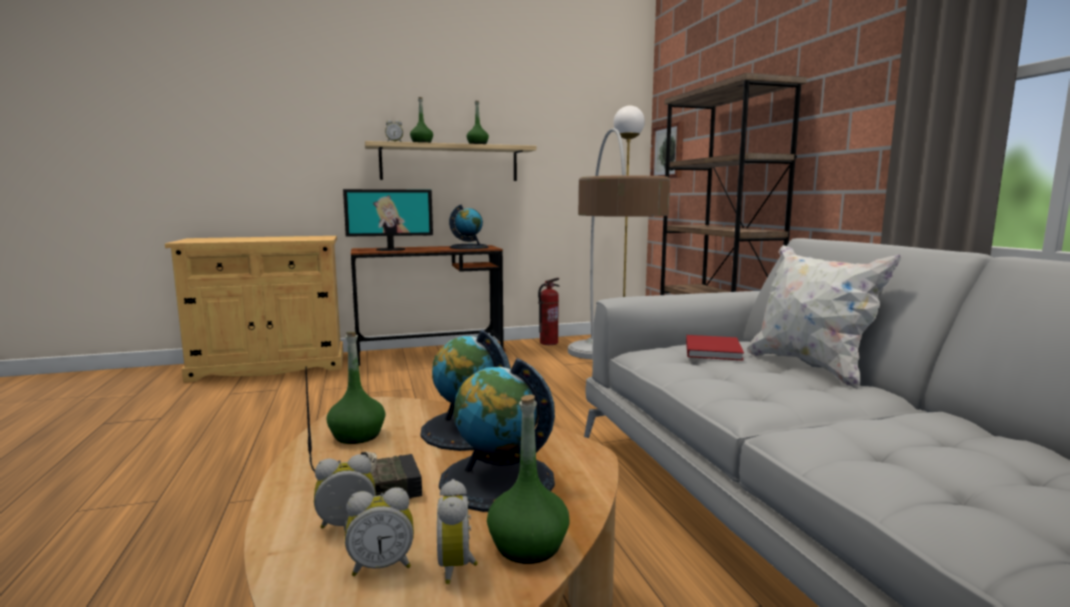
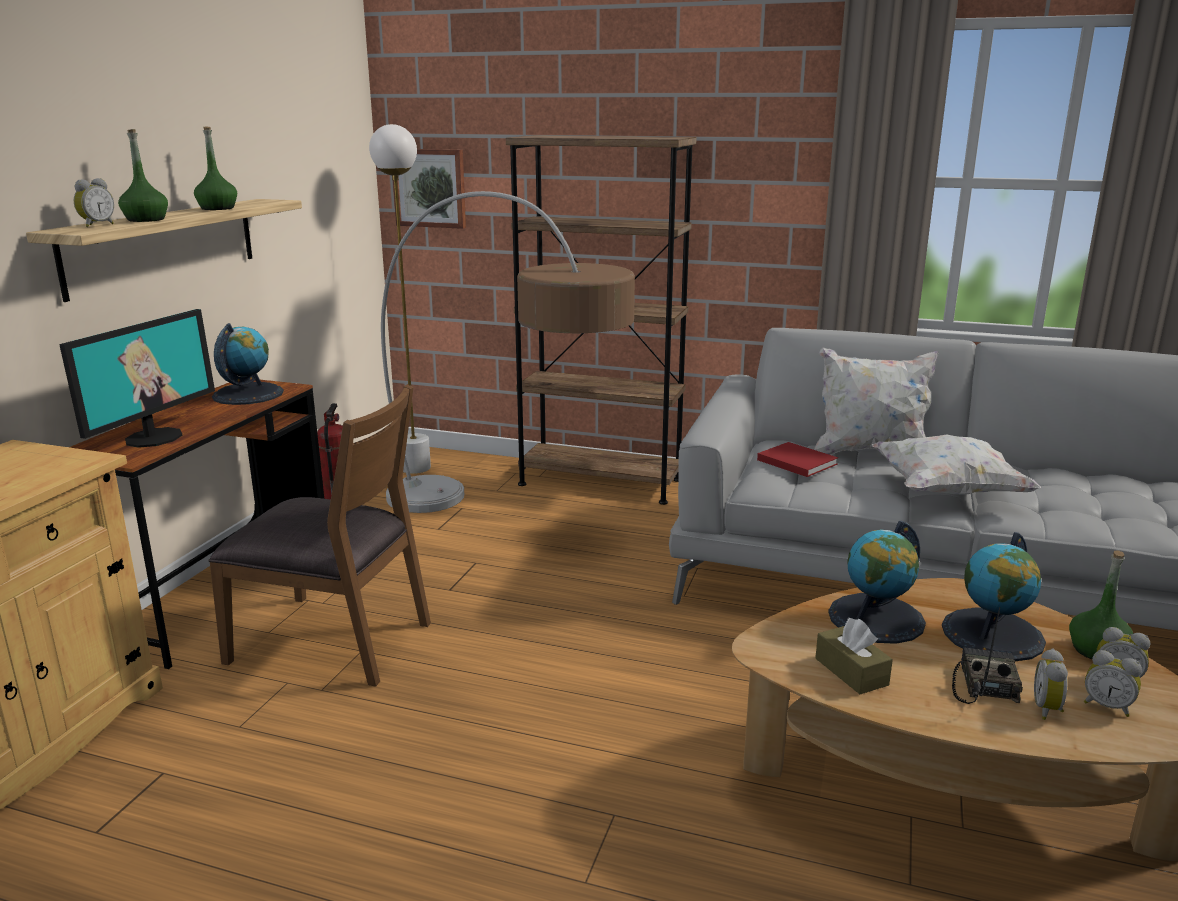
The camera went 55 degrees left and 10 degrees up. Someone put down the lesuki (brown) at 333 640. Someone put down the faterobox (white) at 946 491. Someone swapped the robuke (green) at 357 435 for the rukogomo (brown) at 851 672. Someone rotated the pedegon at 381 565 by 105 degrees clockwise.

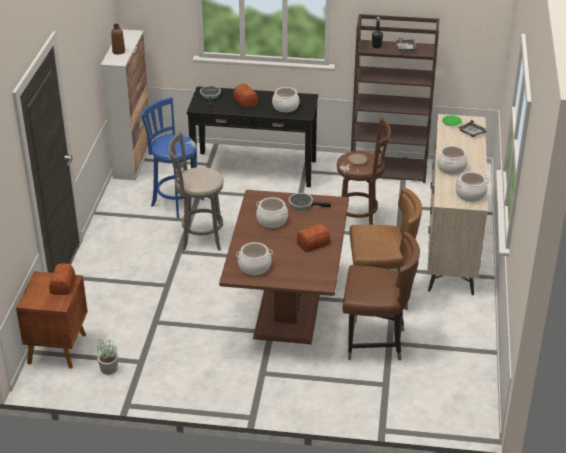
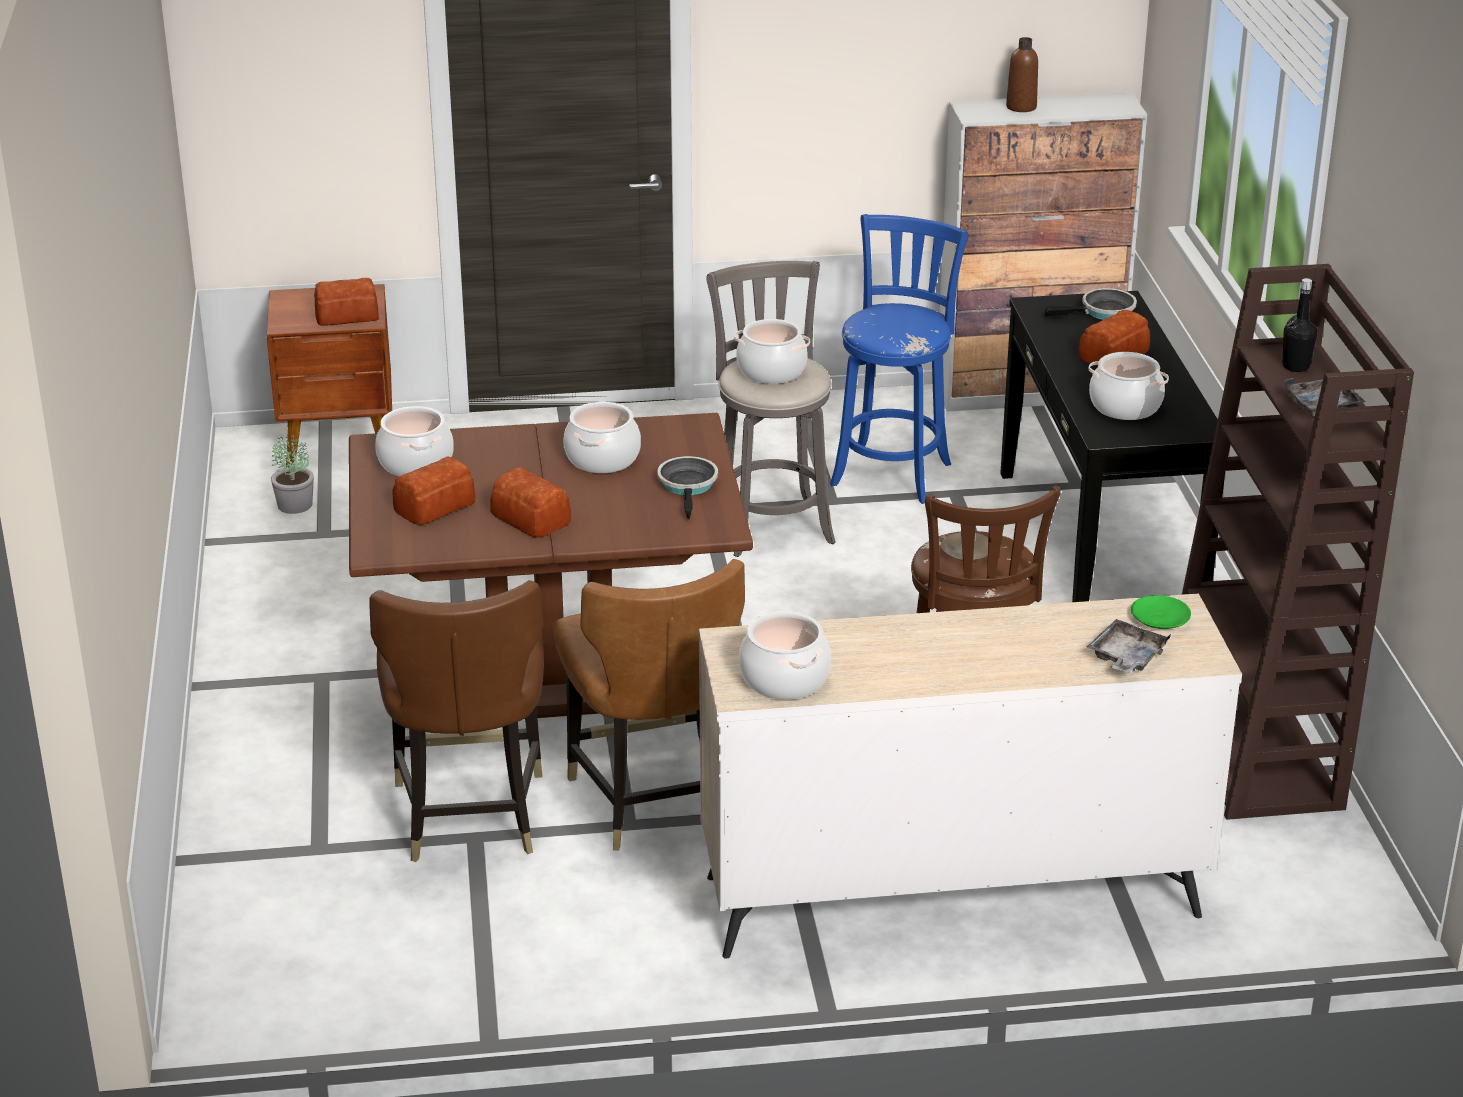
The camera went 75 degrees right and 5 degrees down. Someone put down the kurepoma at 436 506. Someone carried the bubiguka from 451 168 to 771 371.

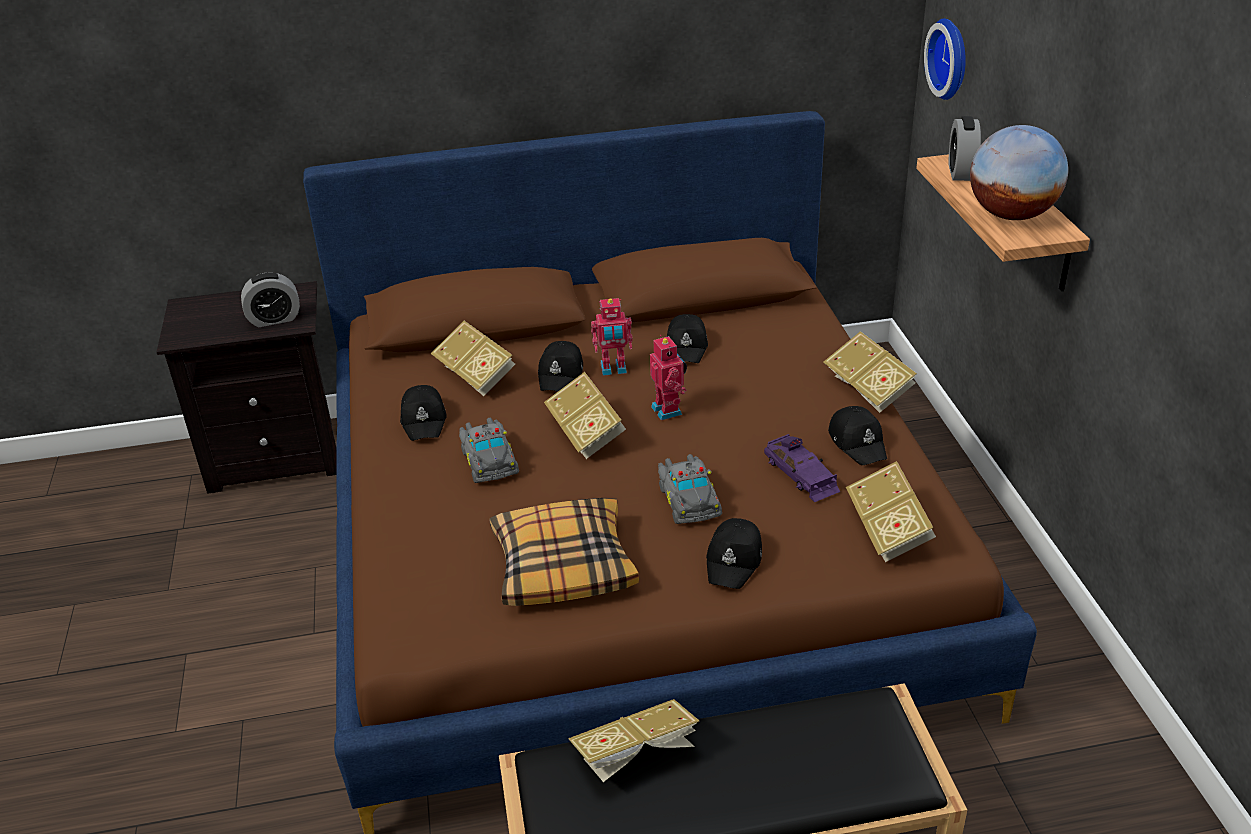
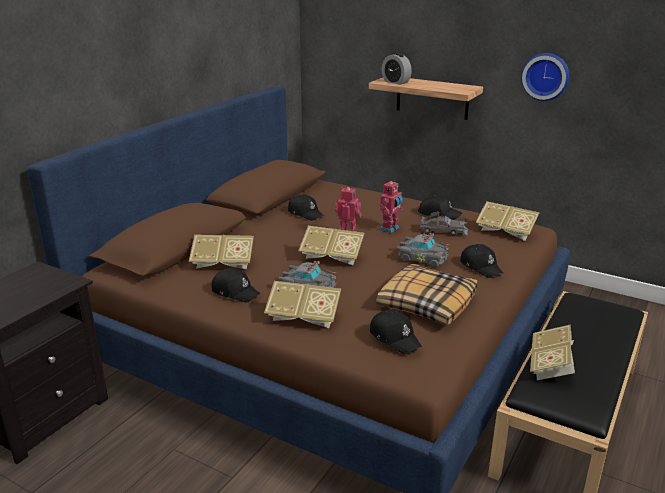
The camera went 50 degrees left and 10 degrees down. Someone took away the pedegon at 274 319. Someone took away the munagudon at 1011 215. Someone carried the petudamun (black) from 561 374 to 395 337. Someone carried the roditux from 613 369 to 390 229. Someone carried the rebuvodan from 869 389 to 303 318. Someone carried the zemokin from 951 58 to 545 76. Someone repainted the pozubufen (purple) at 801 474, which became the pozubufen (grey) at 443 231.

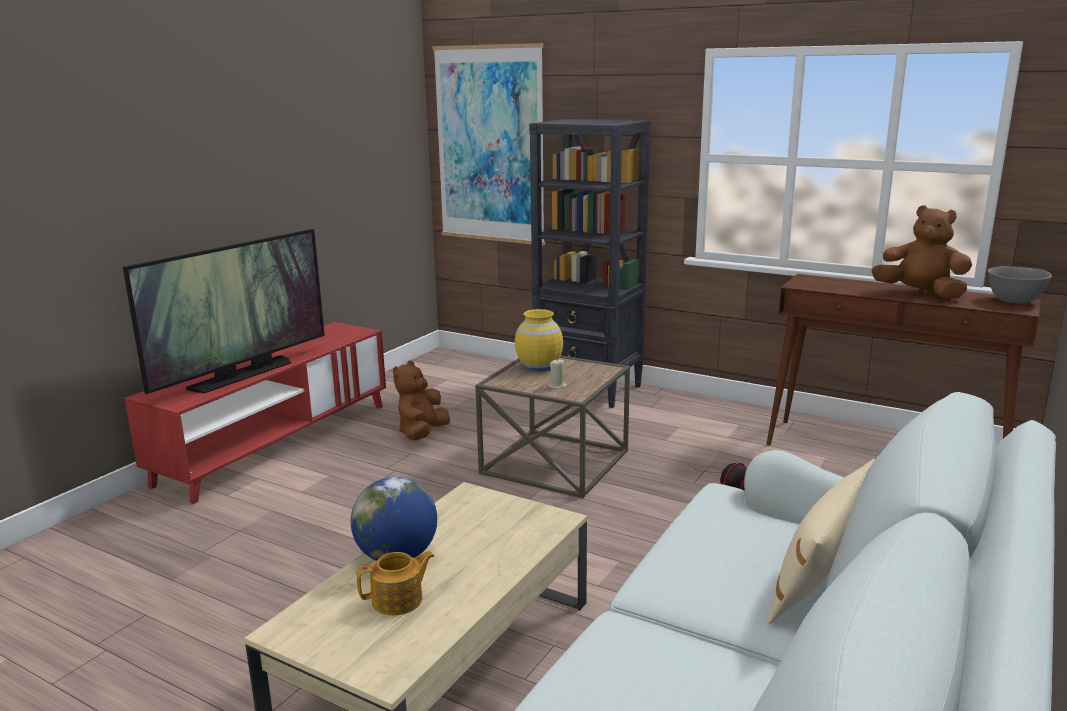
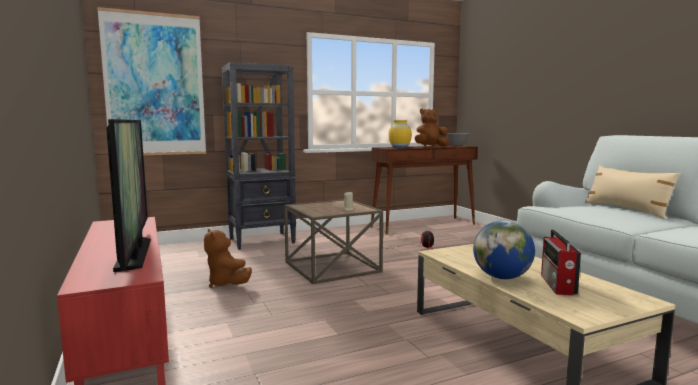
The camera went 55 degrees left and 10 degrees down. Someone carried the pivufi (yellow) from 538 366 to 399 147. Someone swapped the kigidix at 398 600 for the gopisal at 557 285.

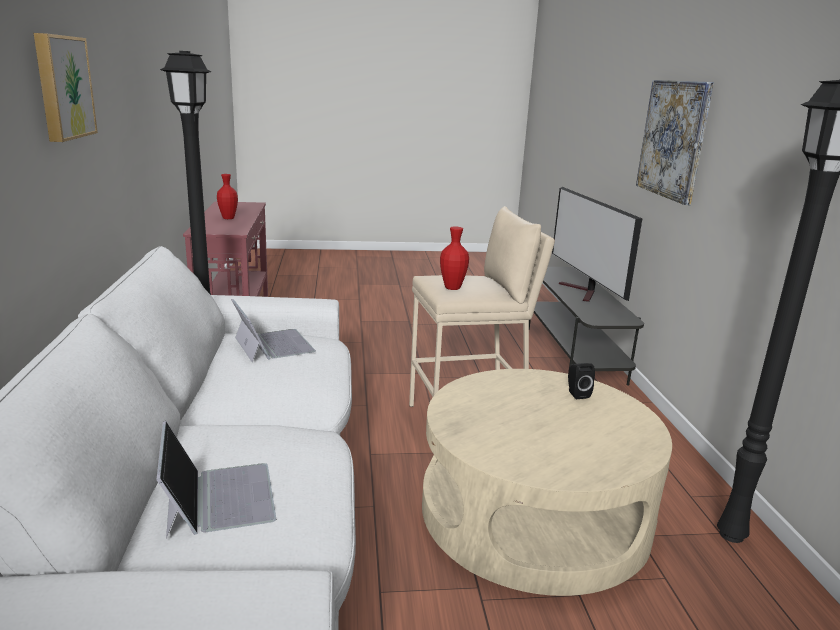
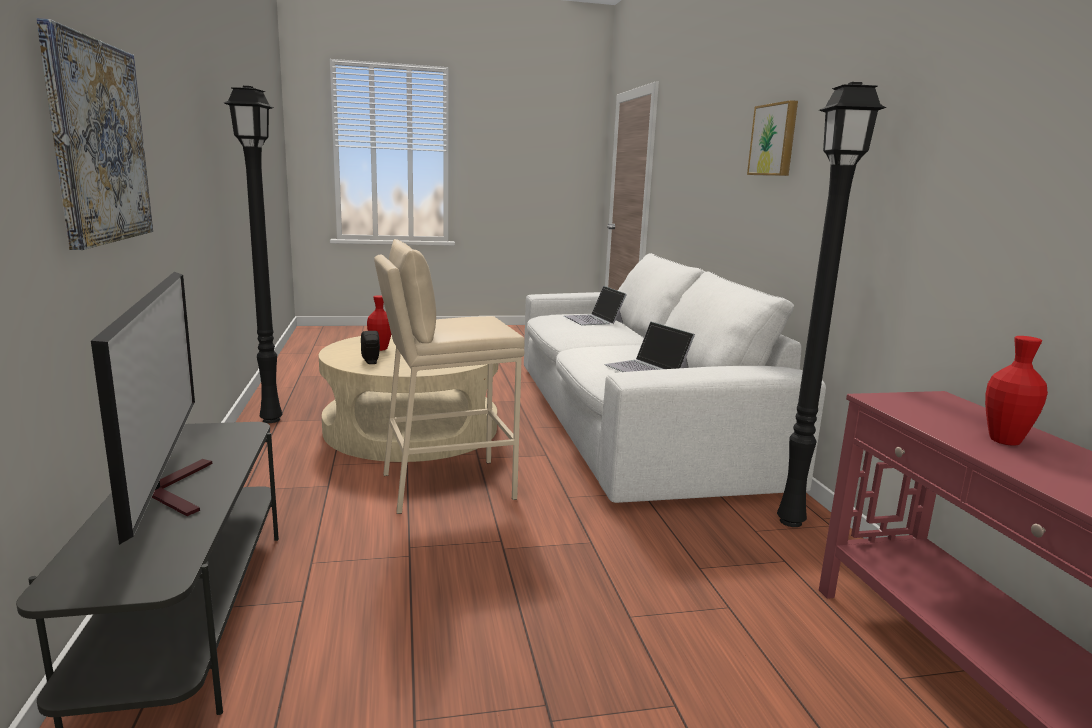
The camera went 175 degrees right and 5 degrees down. Someone carried the pivufi (red) from 452 288 to 380 349.

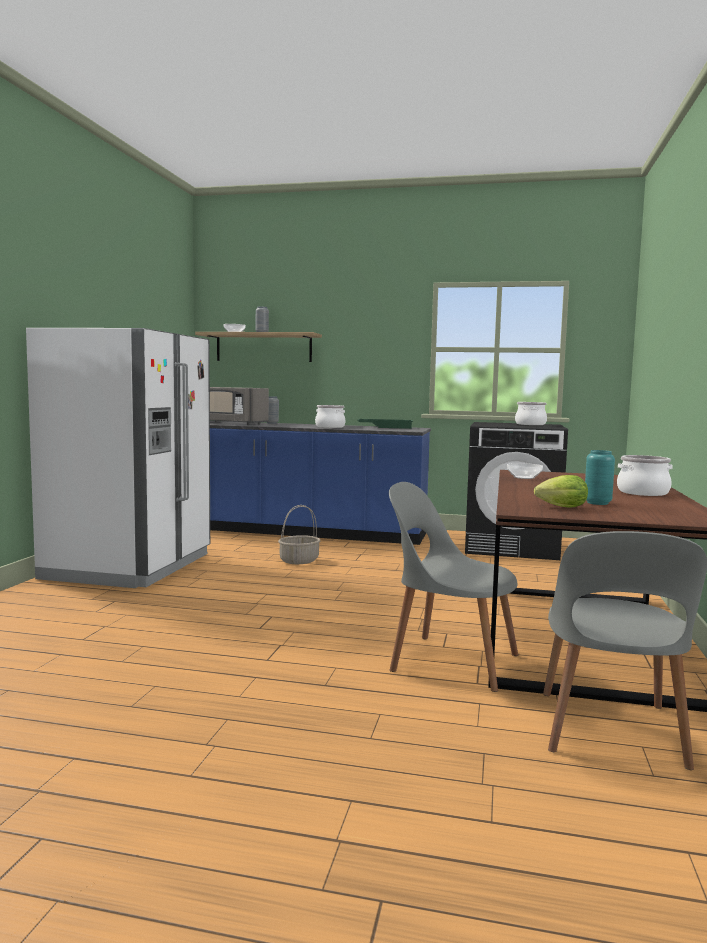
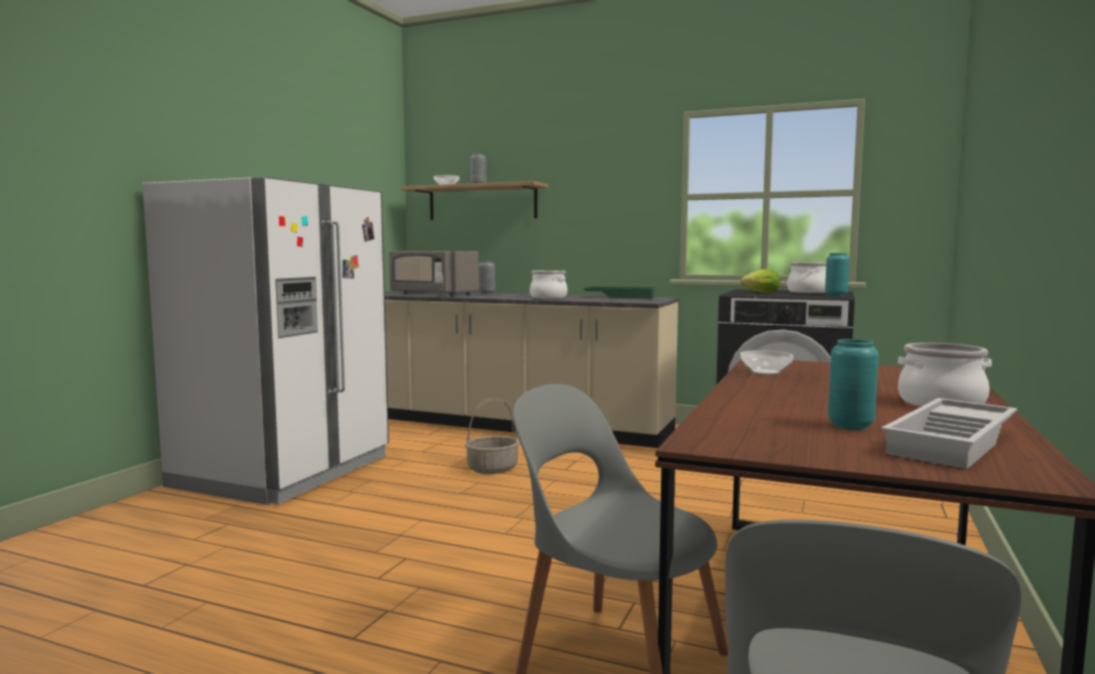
The camera went 10 degrees right and 0 degrees up. Someone put down the pivufi (turquoise) at 836 295. Someone put down the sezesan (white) at 954 443. Someone carried the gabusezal from 559 507 to 759 293. Someone repainted the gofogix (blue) at 295 531, which became the gofogix (beige) at 511 425.

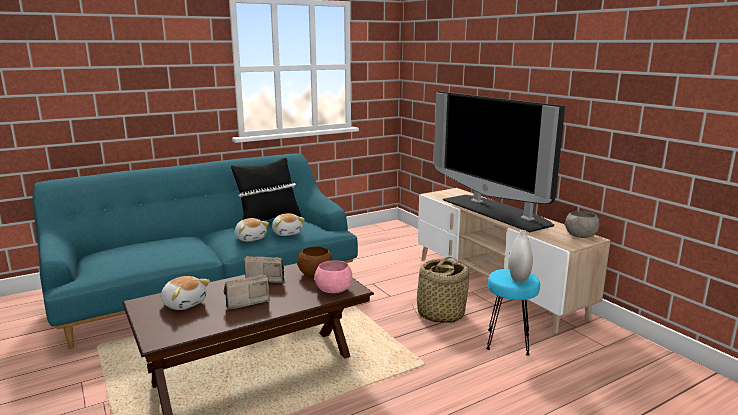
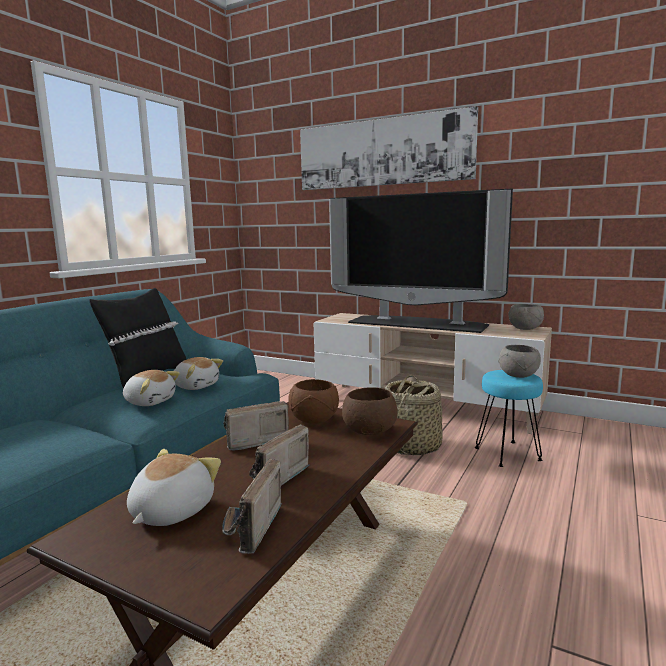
The camera went 30 degrees left and 5 degrees down. Someone put down the gopisal at 249 529. Someone put up the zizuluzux at 382 152. Someone swapped the pivufi (white) at 518 277 for the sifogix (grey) at 518 375. Someone repainted the sifogix (pink) at 334 290, which became the sifogix (brown) at 369 430. Someone rotated the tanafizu at 184 303 by 75 degrees counterclockwise.

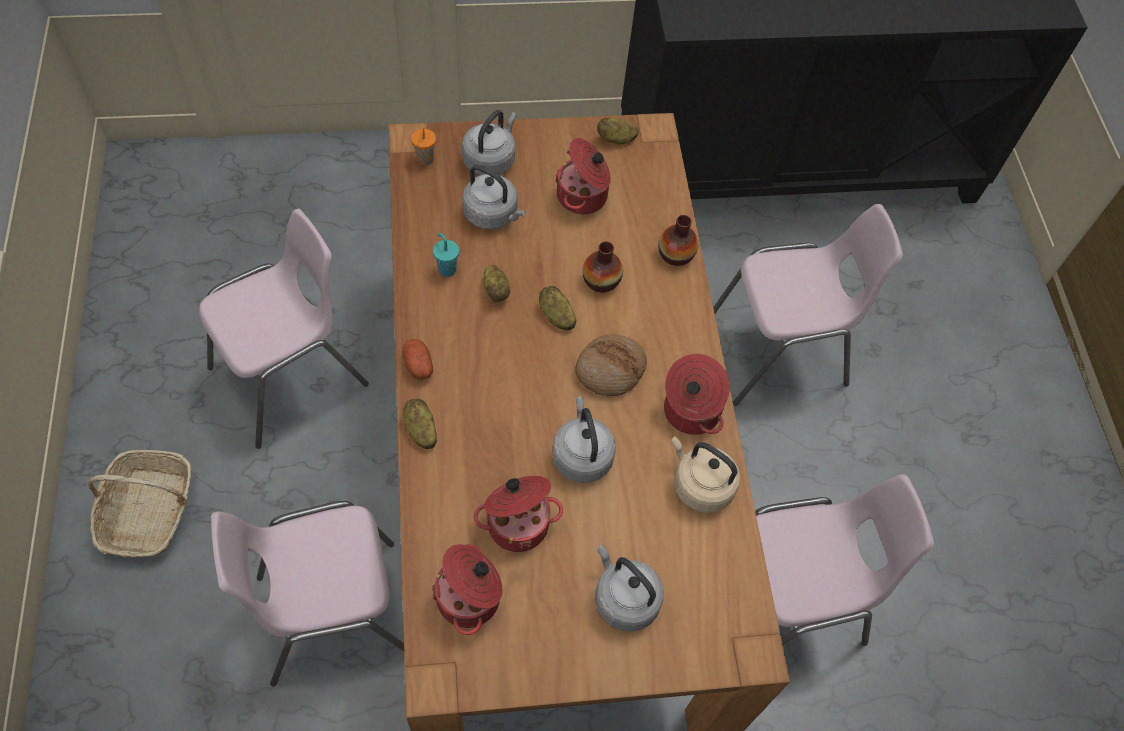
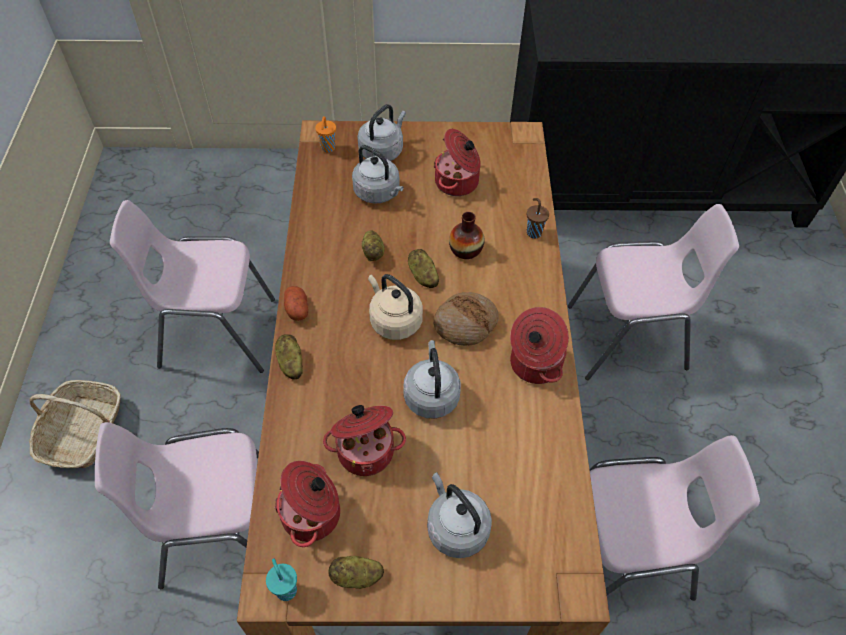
The camera went 10 degrees right and 5 degrees down. Someone carried the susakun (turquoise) from 446 269 to 286 589. Someone carried the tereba from 616 139 to 356 577. Someone carried the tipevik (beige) from 700 485 to 394 320. Someone swapped the pivufi at 675 254 for the susakun (brown) at 533 232. Someone rotated the lesuki (pink) at 291 377 by 150 degrees counterclockwise.

